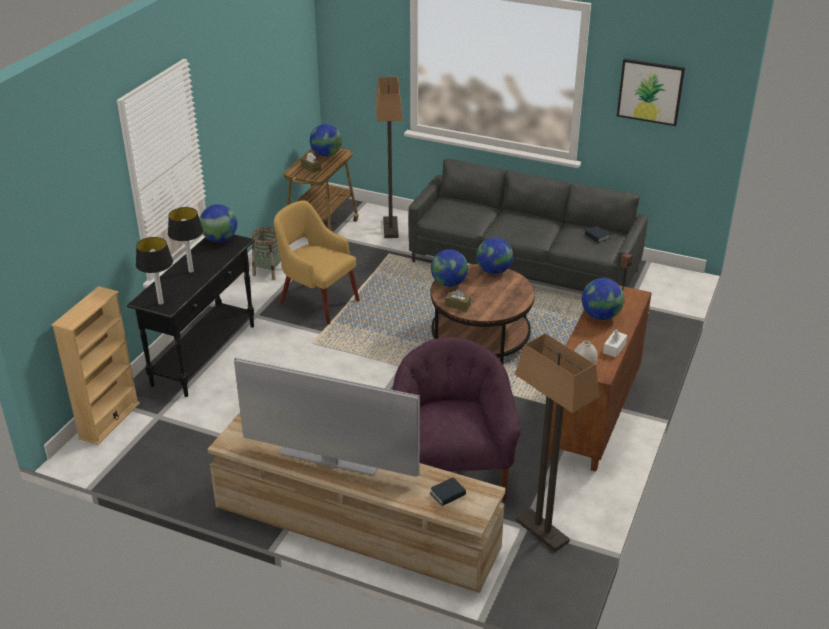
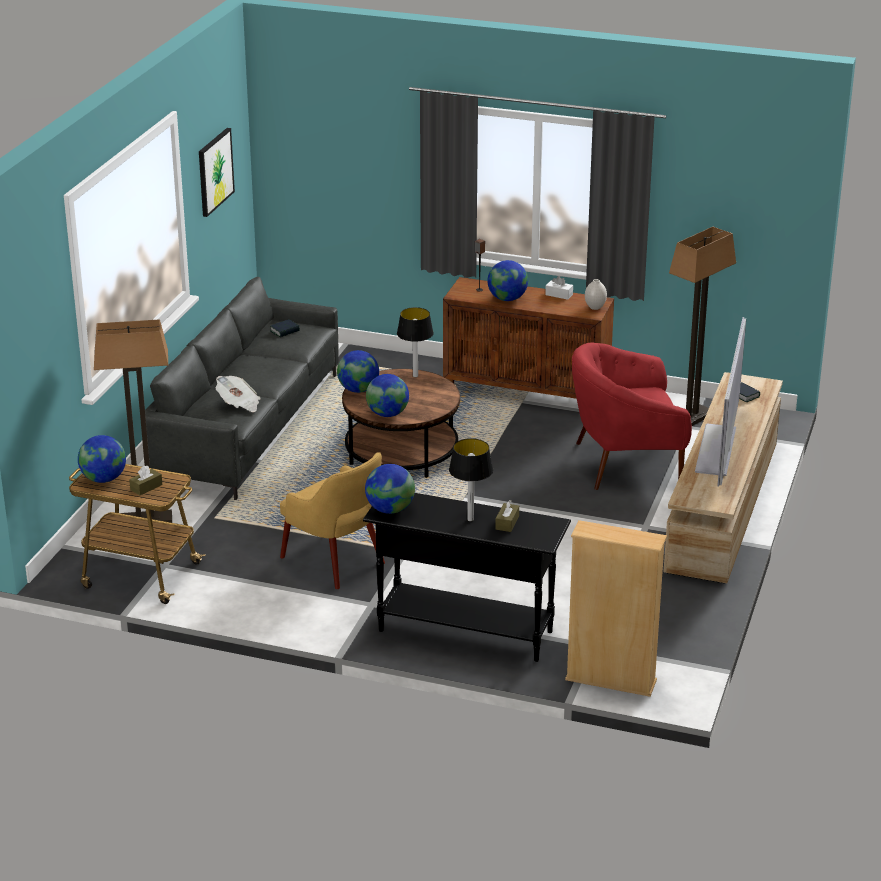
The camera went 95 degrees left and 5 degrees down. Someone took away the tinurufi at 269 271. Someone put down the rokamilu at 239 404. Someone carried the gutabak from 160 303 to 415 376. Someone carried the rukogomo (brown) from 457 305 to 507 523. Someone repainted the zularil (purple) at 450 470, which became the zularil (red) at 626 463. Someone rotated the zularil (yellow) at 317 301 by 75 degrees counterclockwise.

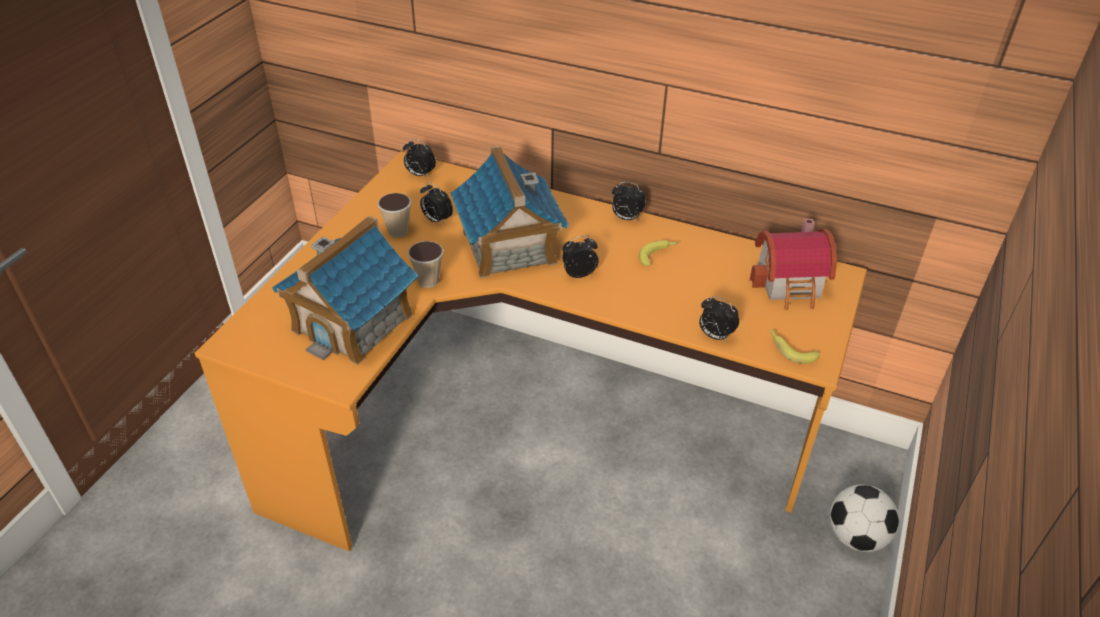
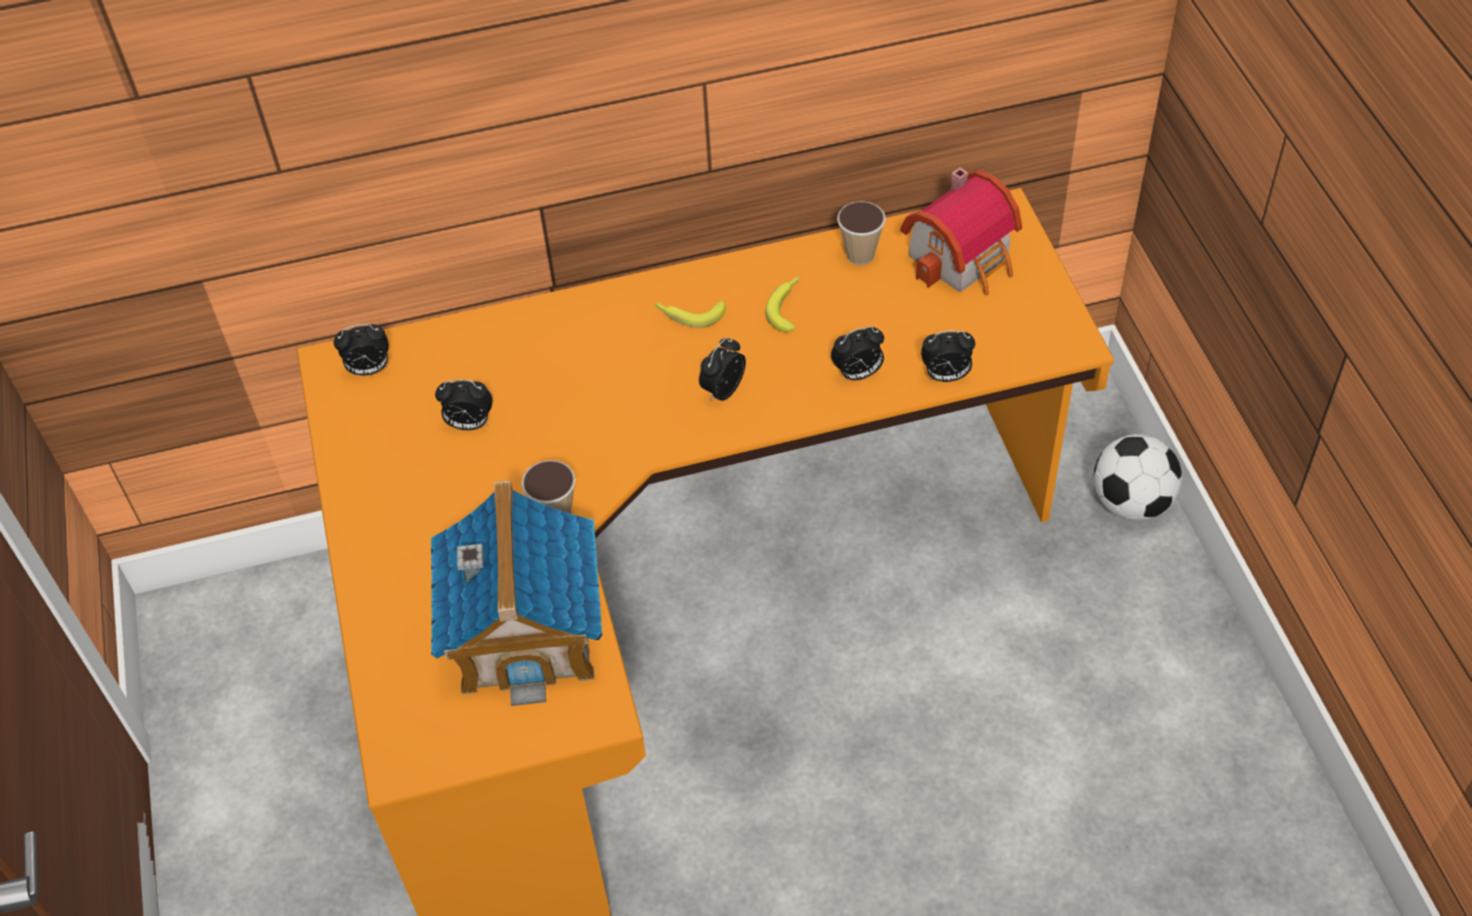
The camera went 35 degrees left and 10 degrees up. Someone took away the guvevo at 509 248. Someone carried the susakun from 398 231 to 860 254. Someone carried the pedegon from 626 218 to 857 374. Someone carried the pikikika from 790 349 to 689 314.

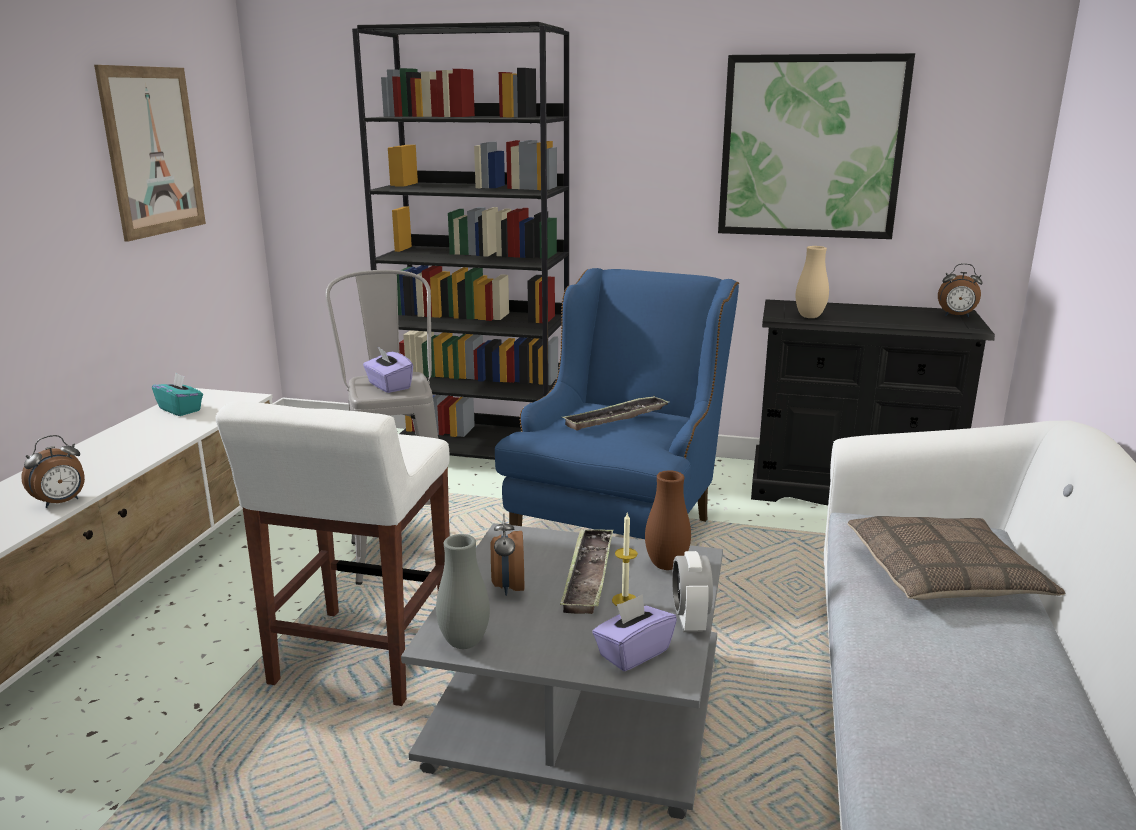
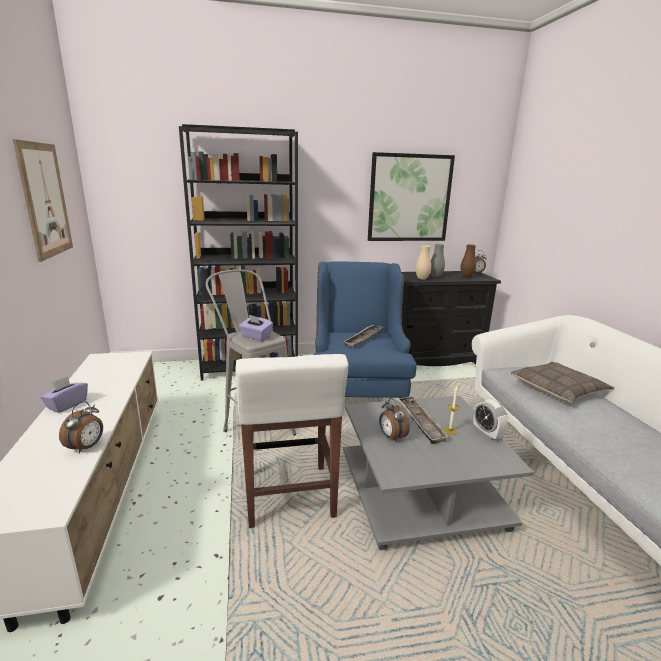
The camera went 25 degrees left and 0 degrees up. Someone took away the rukogomo (turquoise) at 180 409. Someone carried the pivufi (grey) from 464 642 to 435 276. Someone carried the rukogomo (purple) from 633 652 to 67 405. Someone carried the pivufi (brown) from 666 565 to 466 277.

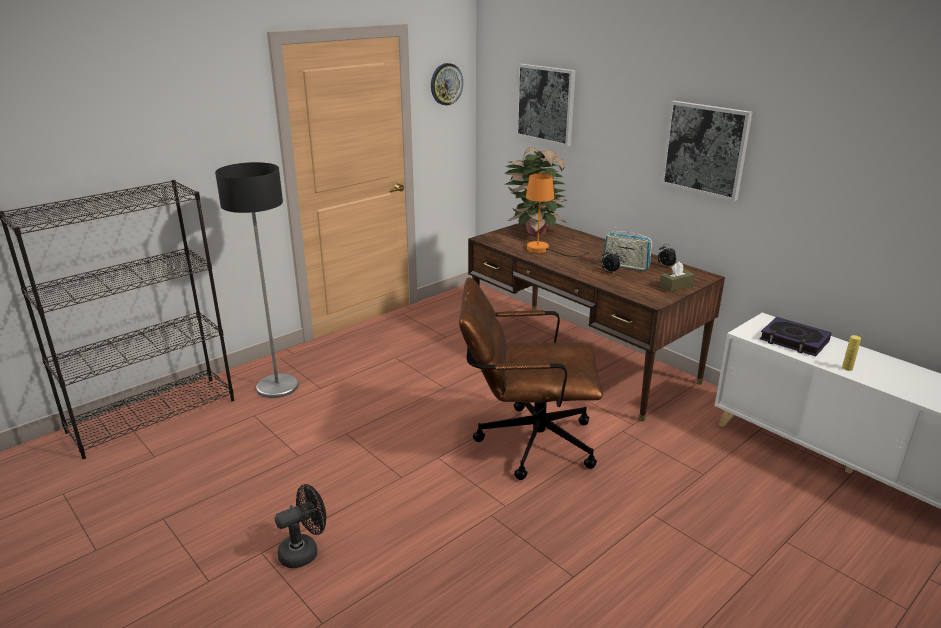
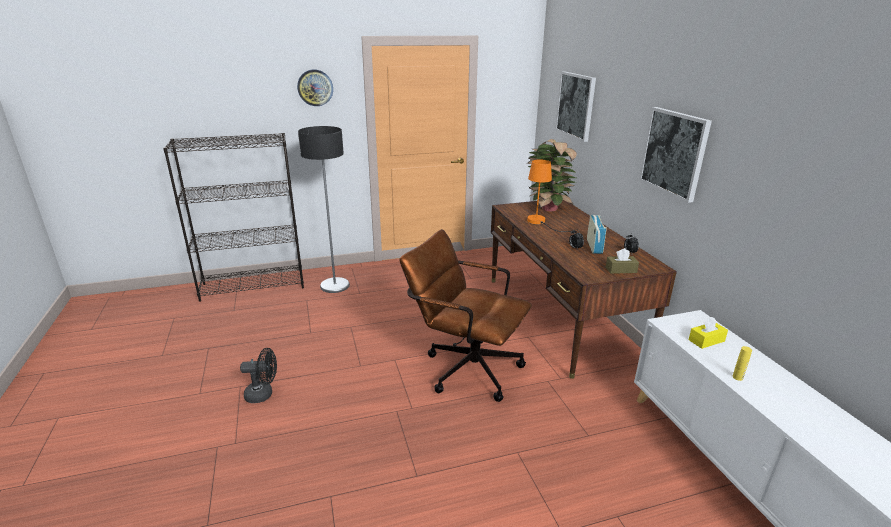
The camera went 25 degrees right and 0 degrees up. Someone carried the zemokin from 446 84 to 315 87. Someone swapped the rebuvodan at 794 341 for the rukogomo (yellow) at 706 340. Someone rotated the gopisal at 625 266 by 135 degrees counterclockwise.

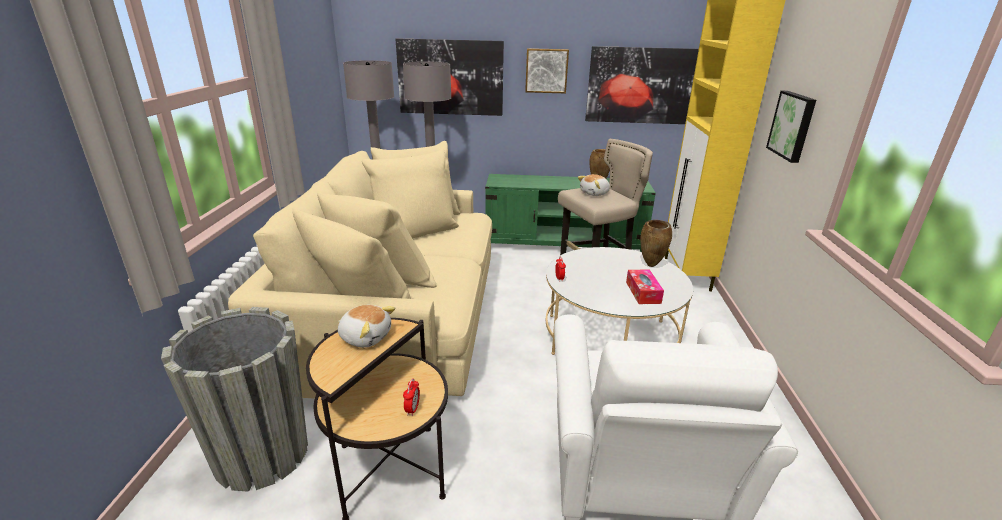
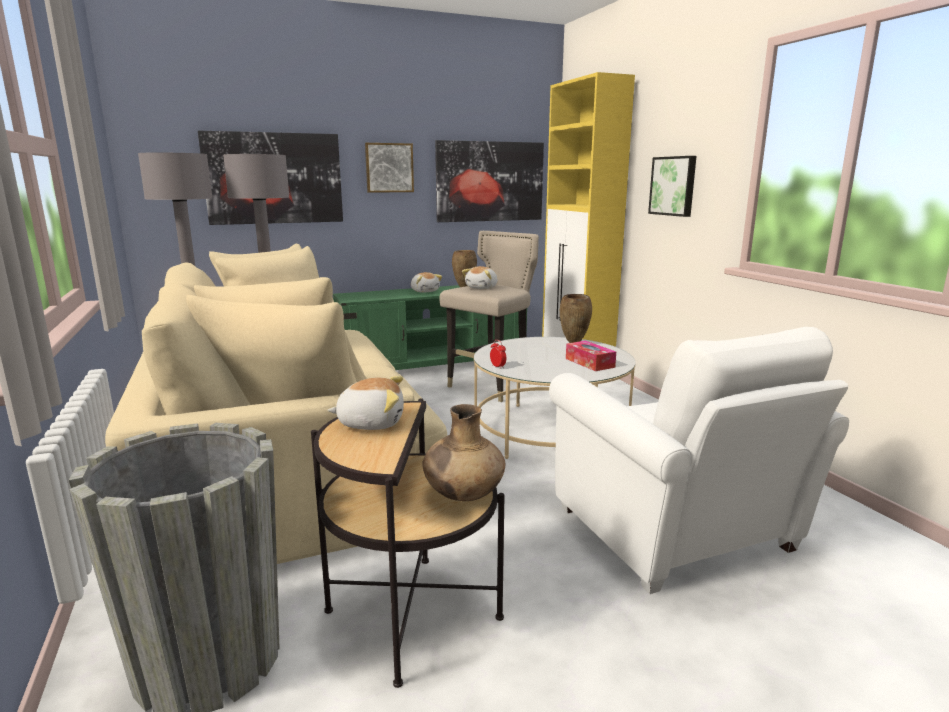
The camera went 25 degrees left and 10 degrees down. Someone put down the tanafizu at 425 291. Someone swapped the pedegon at 412 409 for the pivufi (brown) at 463 495.

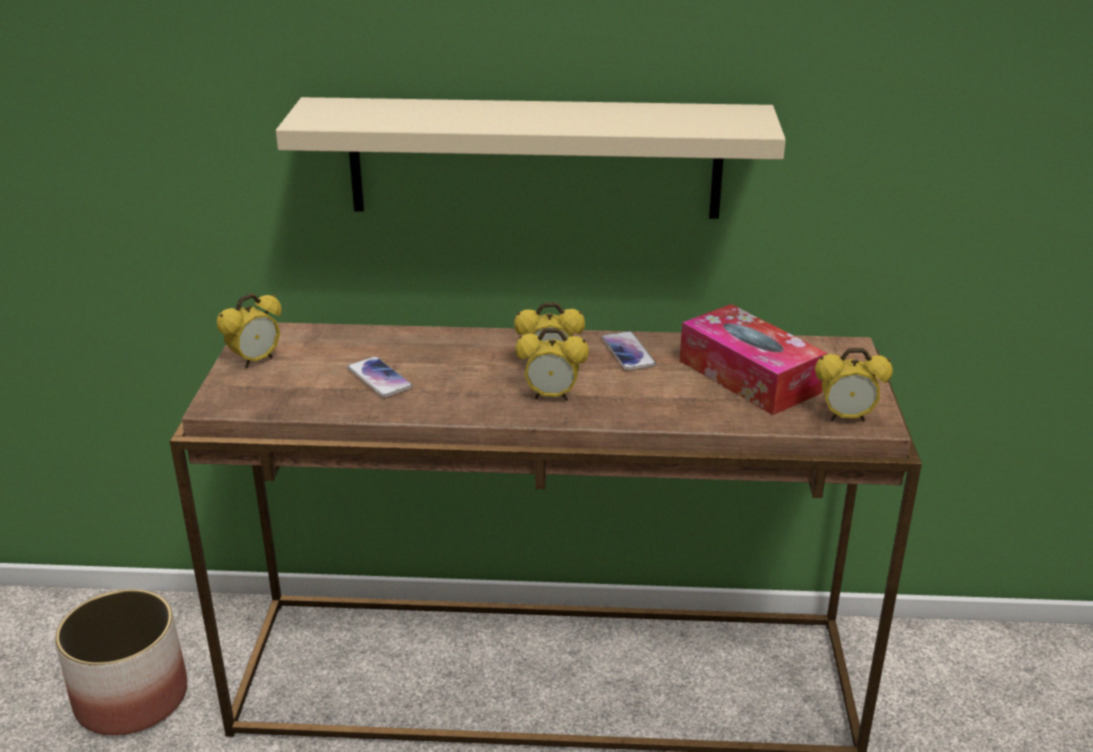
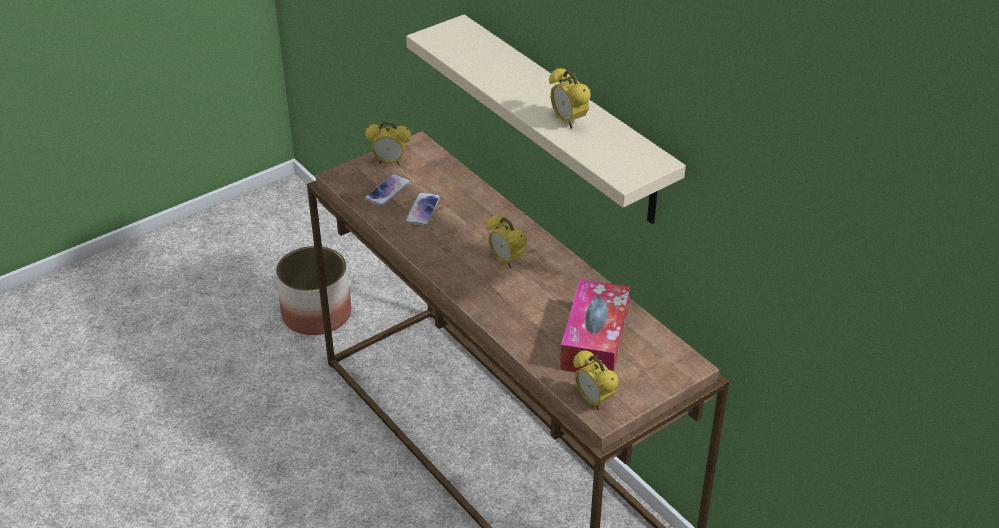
The camera went 50 degrees right and 10 degrees up. Someone carried the pedegon from 551 396 to 568 121. Someone carried the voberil from 628 352 to 388 191.

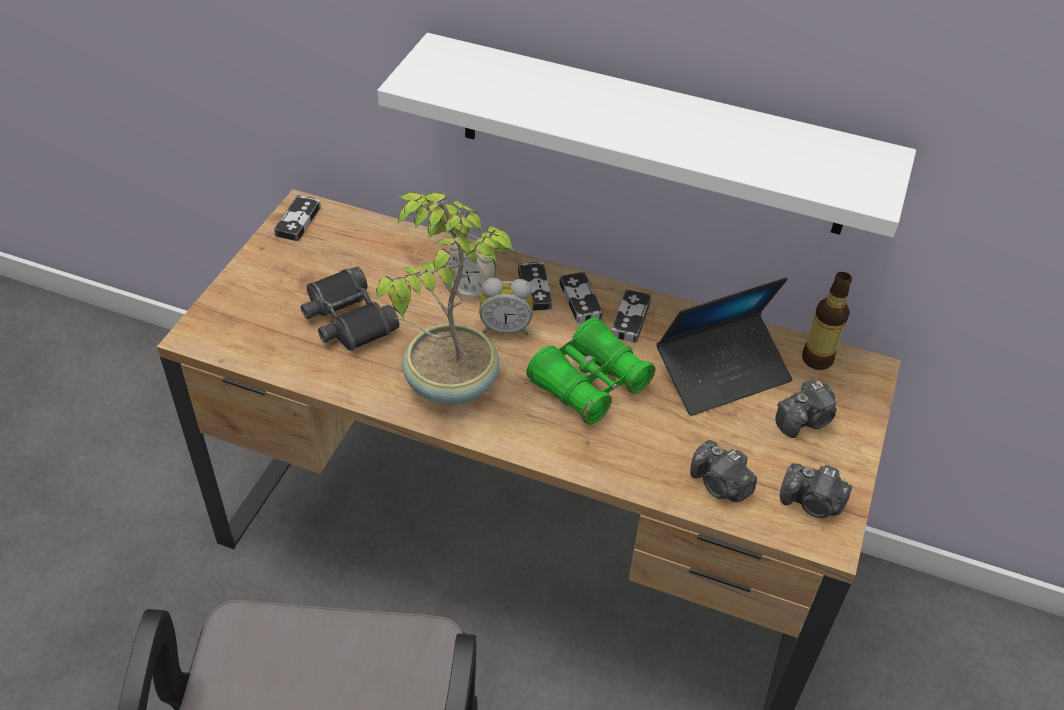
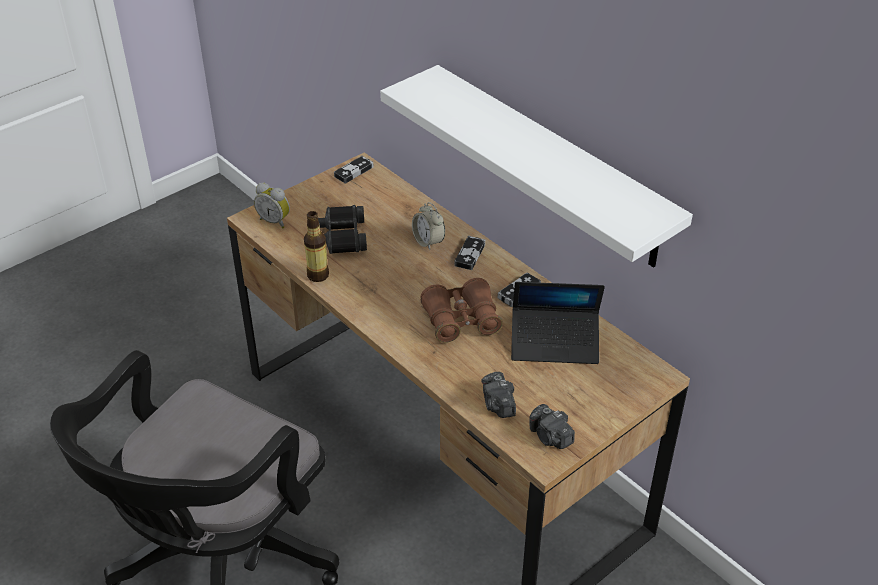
The camera went 30 degrees right and 5 degrees down. Someone took away the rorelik at 449 383. Someone took away the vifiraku at 580 300. Someone took away the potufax at 805 420. Someone carried the pedegon from 505 328 to 275 221. Someone carried the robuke from 817 359 to 318 275. Someone repainted the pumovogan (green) at 589 384, which became the pumovogan (brown) at 461 320.

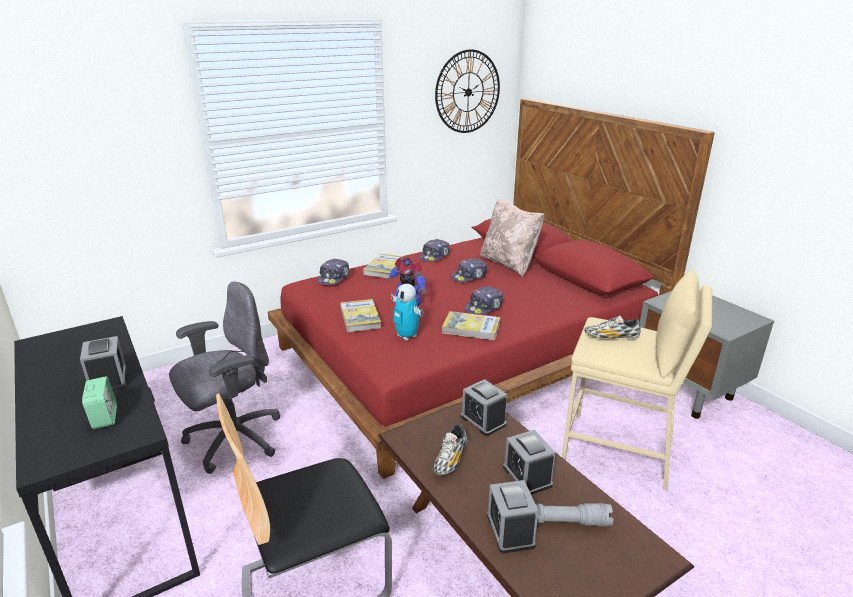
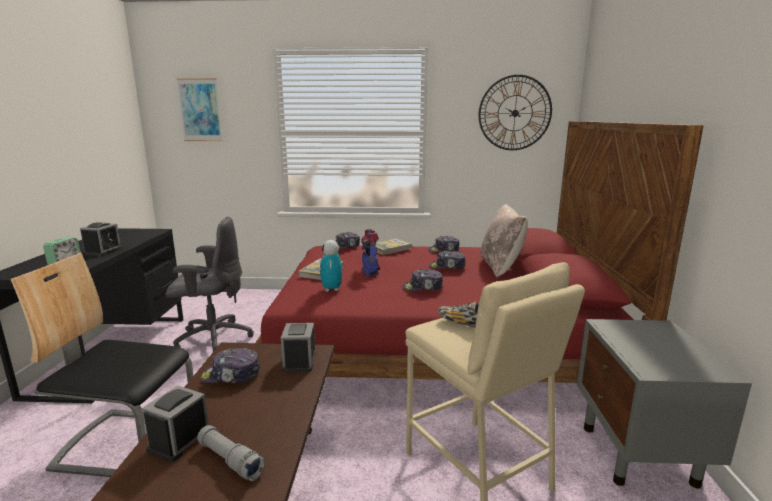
The camera went 35 degrees right and 10 degrees down. Someone took away the rebuvodan at 471 328. Someone took away the pedegon at 527 476. Someone put up the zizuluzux at 200 110. Someone swapped the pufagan at 450 460 for the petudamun at 231 375.

